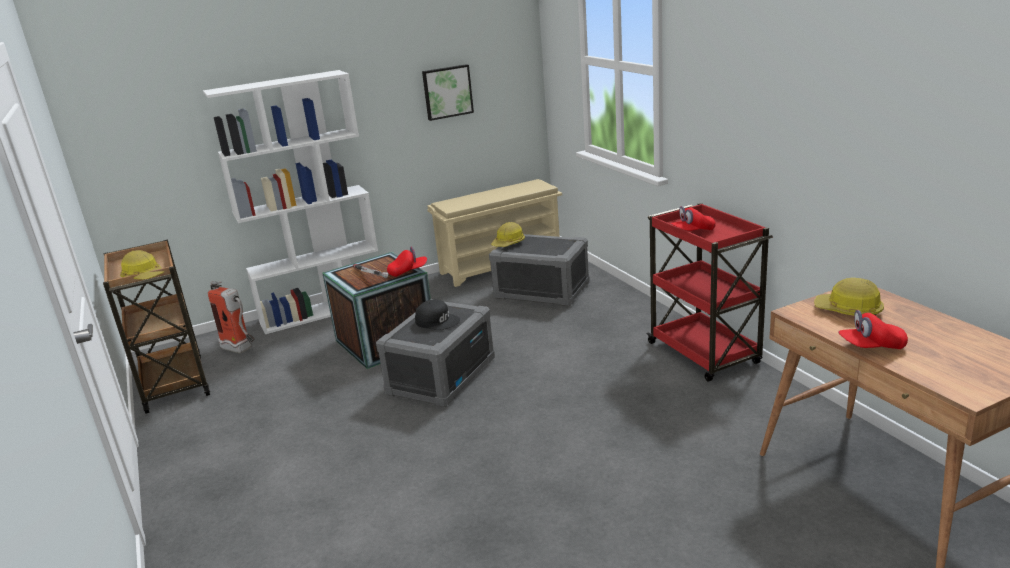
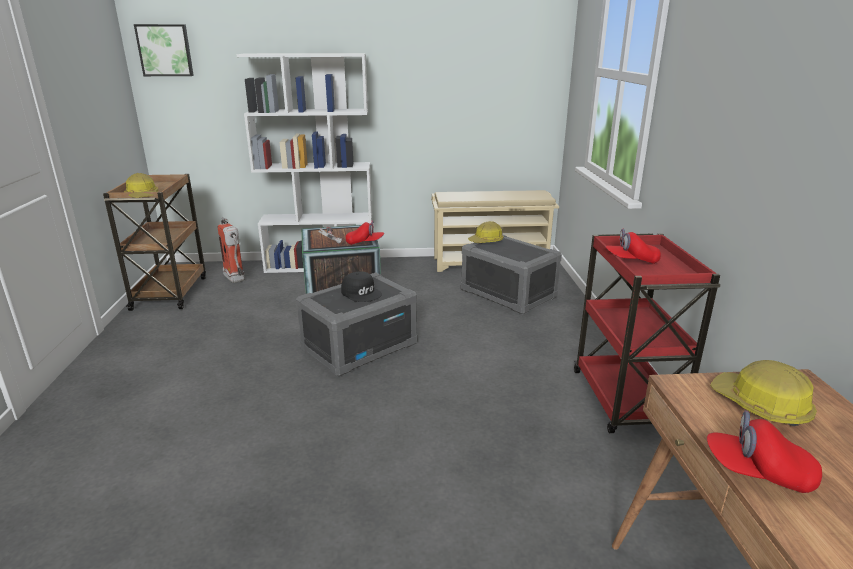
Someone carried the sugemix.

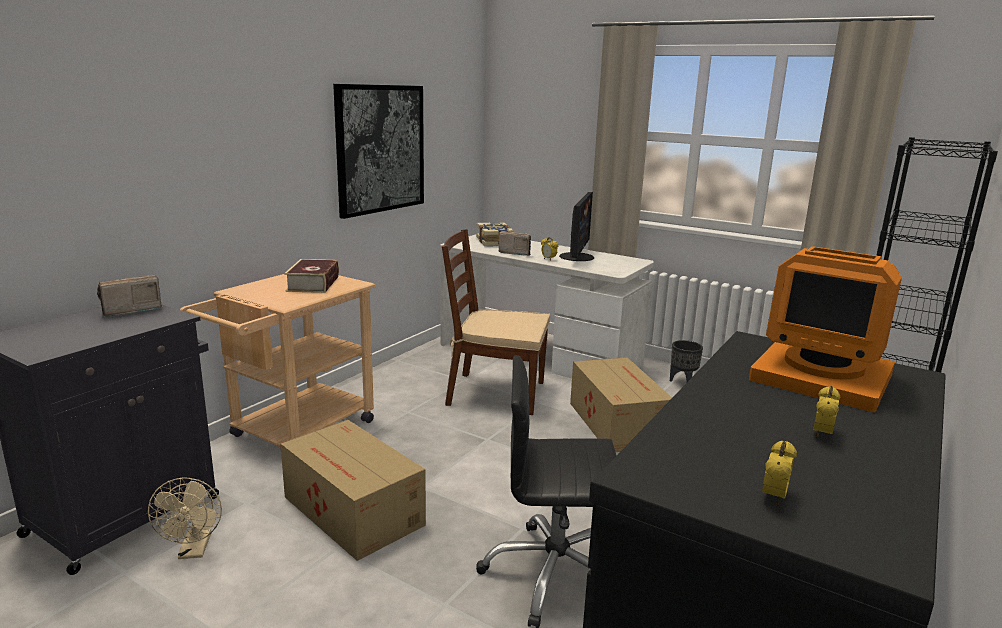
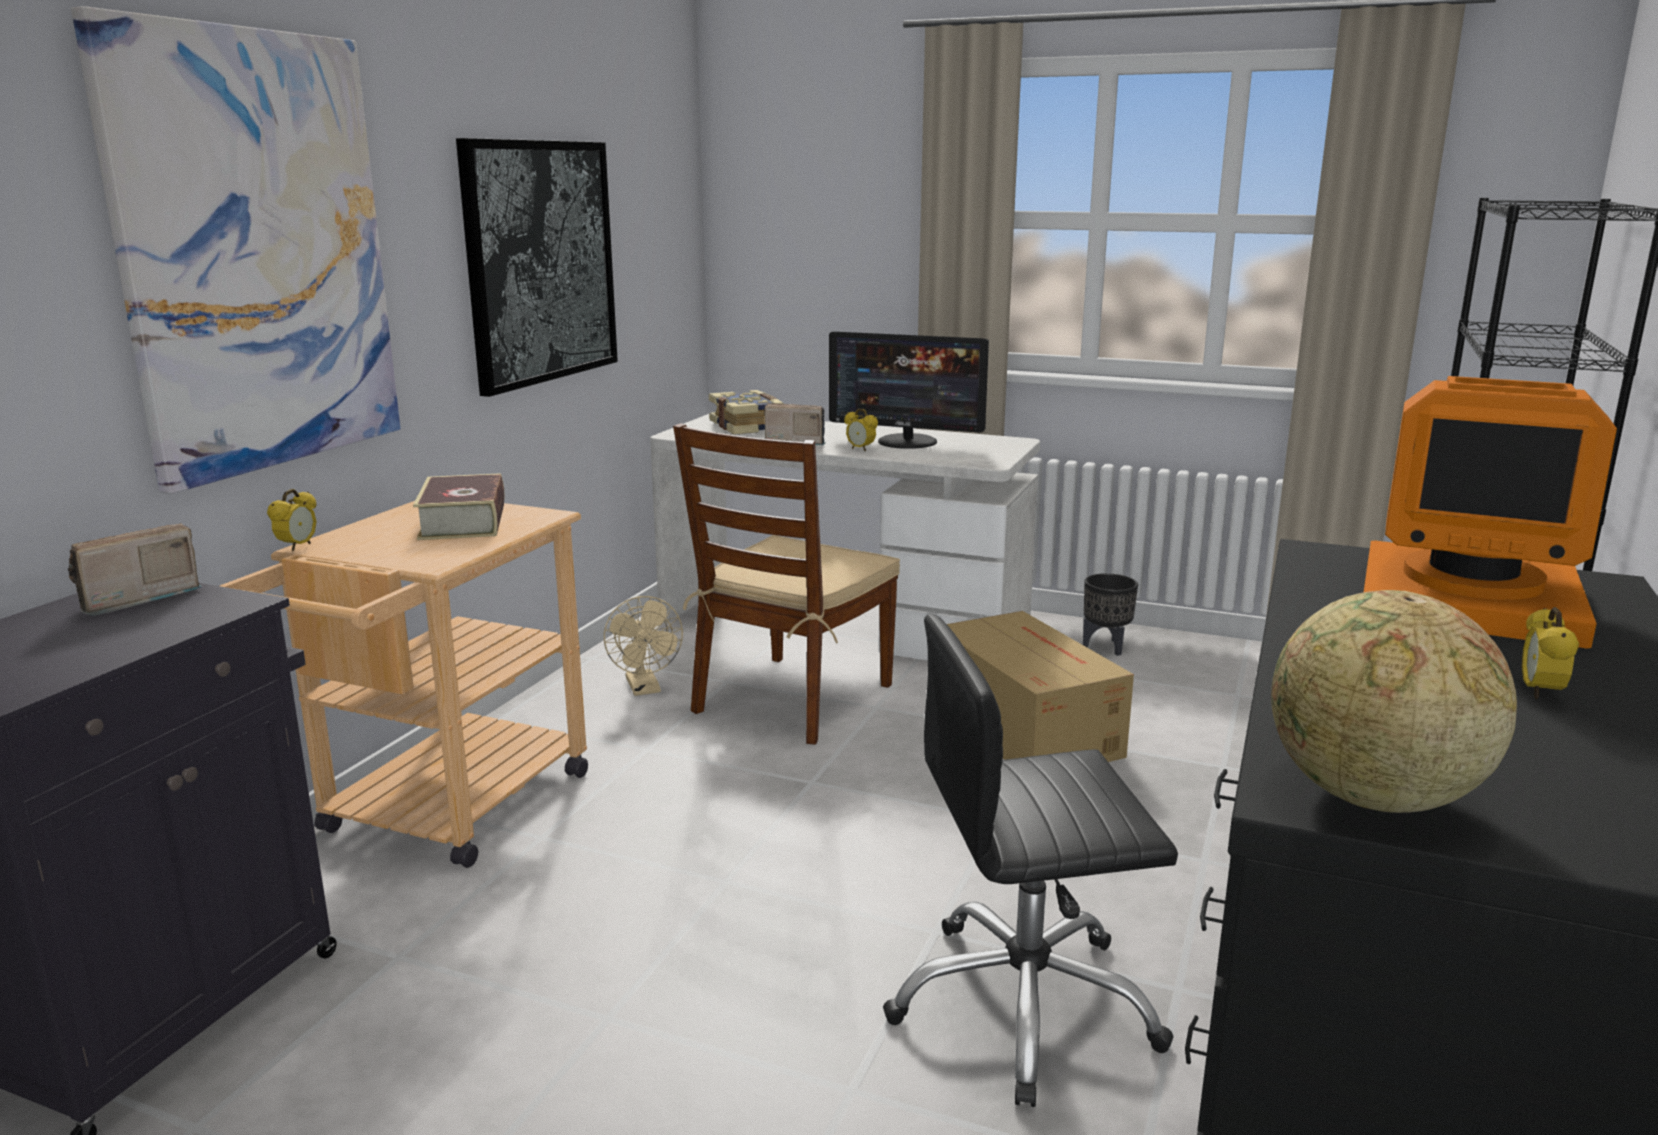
Someone rotated the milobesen (no. 1 from left) by 105 degrees clockwise. Someone rotated the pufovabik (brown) by 60 degrees counterclockwise. Someone took away the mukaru (no. 1 from left). Someone carried the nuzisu (no. 2 from left in the first image). Someone carried the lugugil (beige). Someone put up the sugemix (no. 1 from left). Someone put down the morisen.

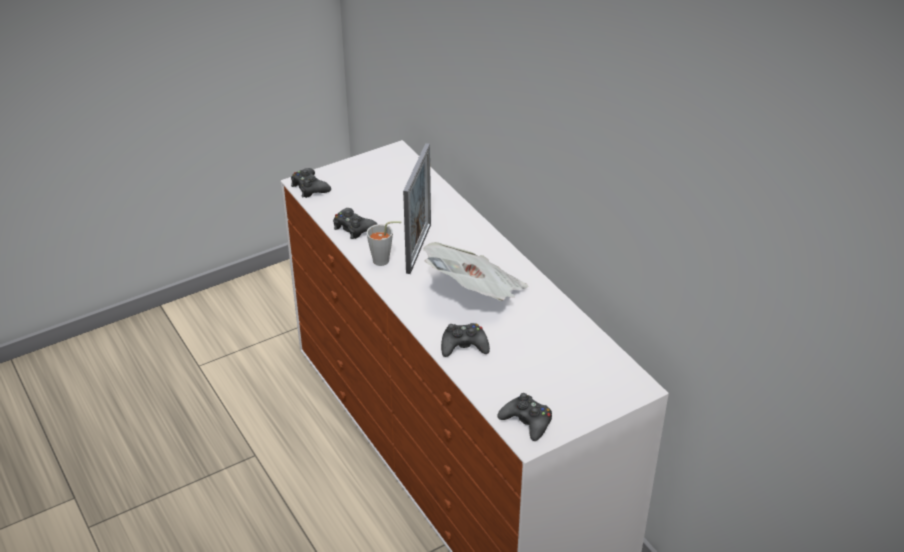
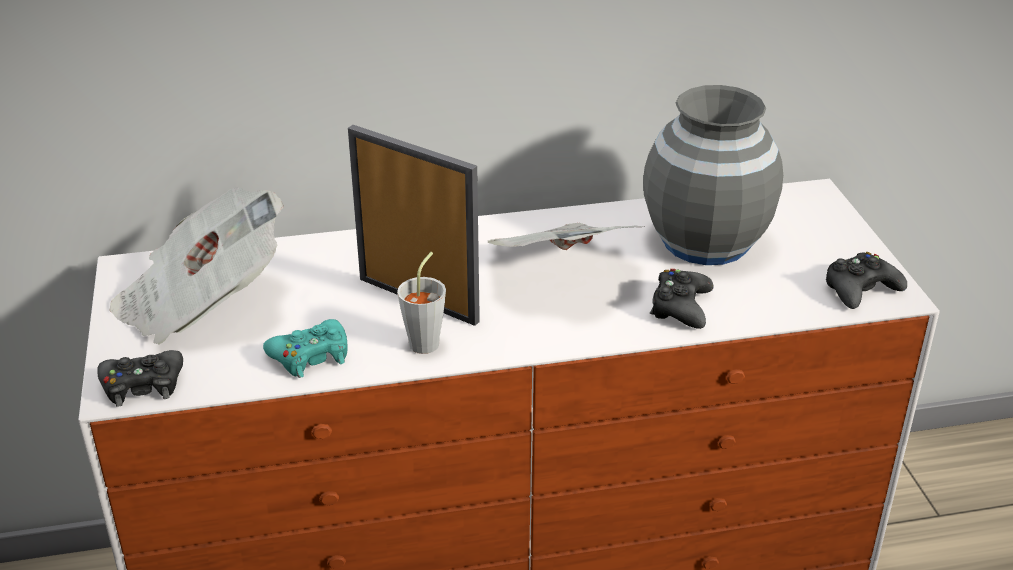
Someone repainted the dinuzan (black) (no. 2 from left), which became the dinuzan (turquoise). Someone put down the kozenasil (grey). Someone put down the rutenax (no. 1 from left).

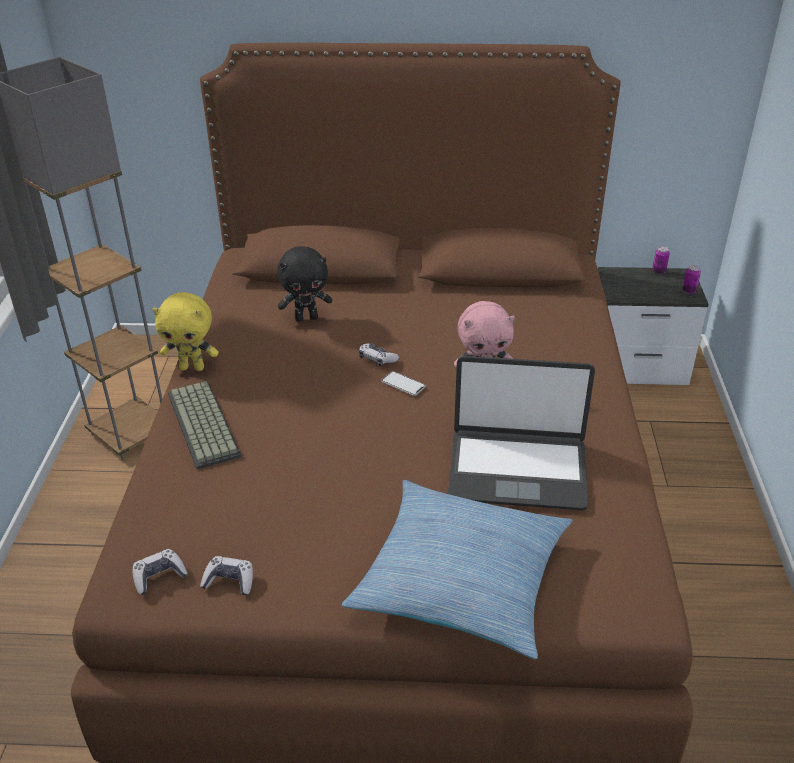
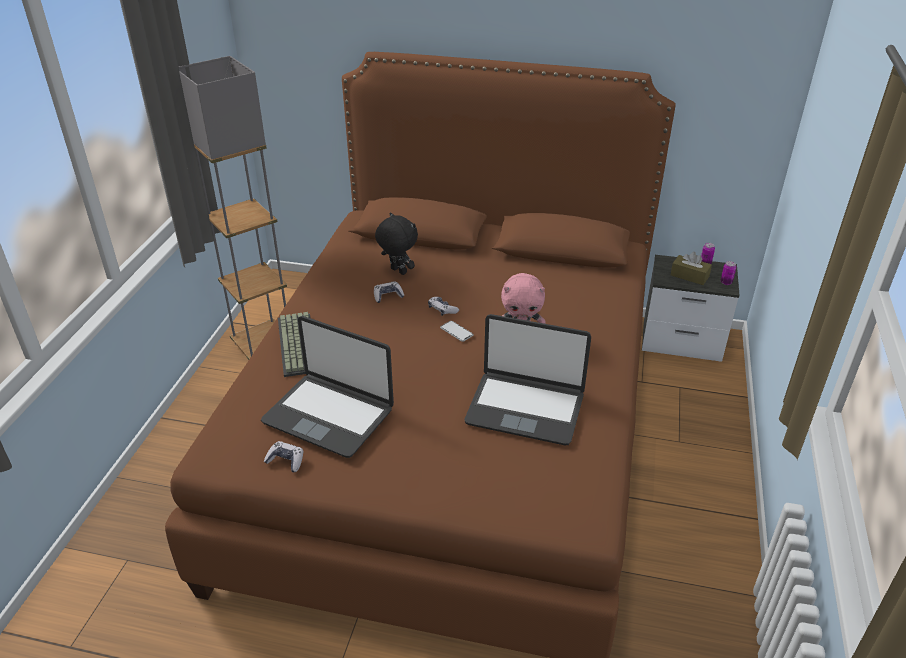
Someone rotated the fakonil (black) by 135 degrees counterclockwise. Someone took away the fakonil (yellow). Someone took away the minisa. Someone carried the dinuzan (no. 1 from left in the first image). Someone put down the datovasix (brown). Someone put down the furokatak (no. 1 from left).

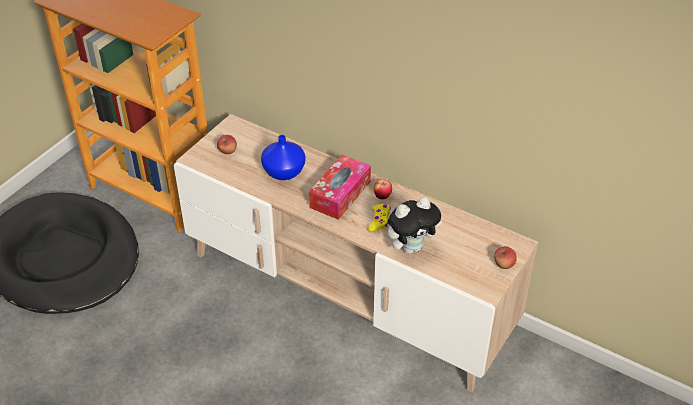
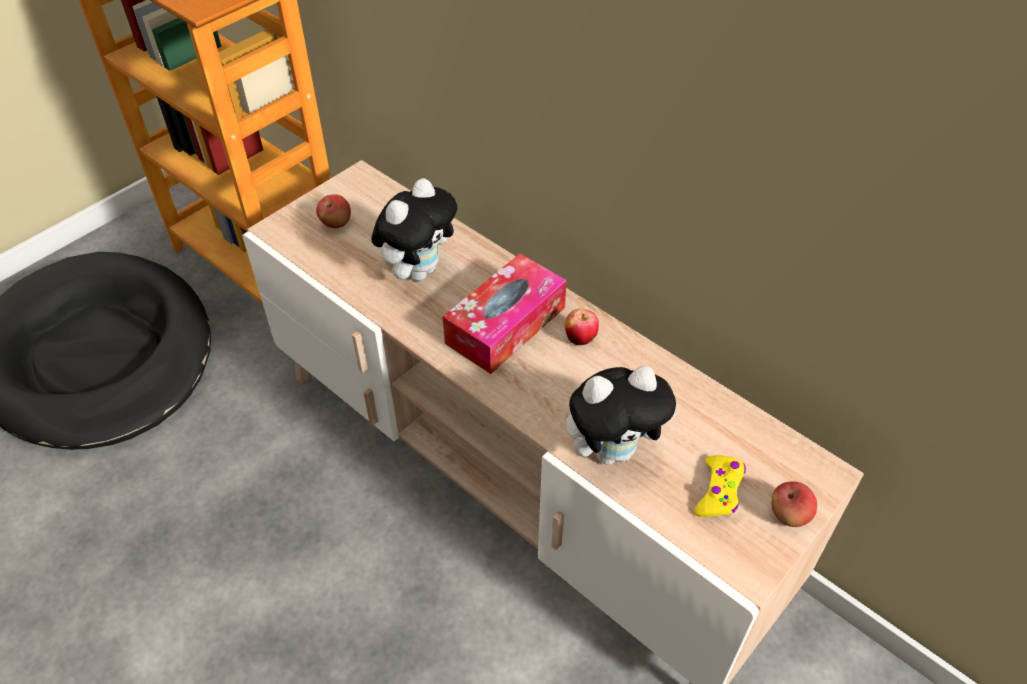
Someone swapped the kozenasil (blue) for the fakonil (no. 1 from left). Someone carried the dinuzan (yellow).

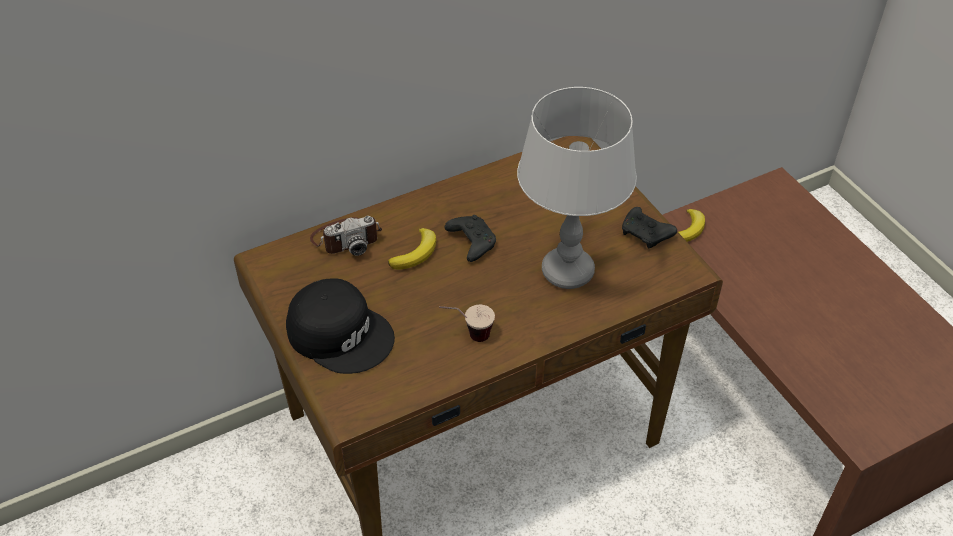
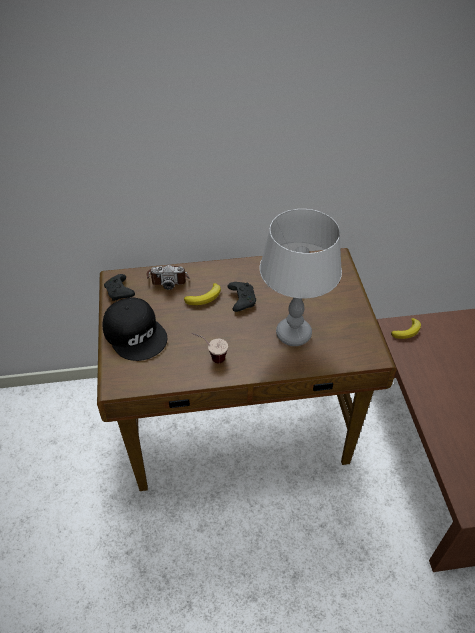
Someone carried the dinuzan (black) (no. 2 from left in the first image).

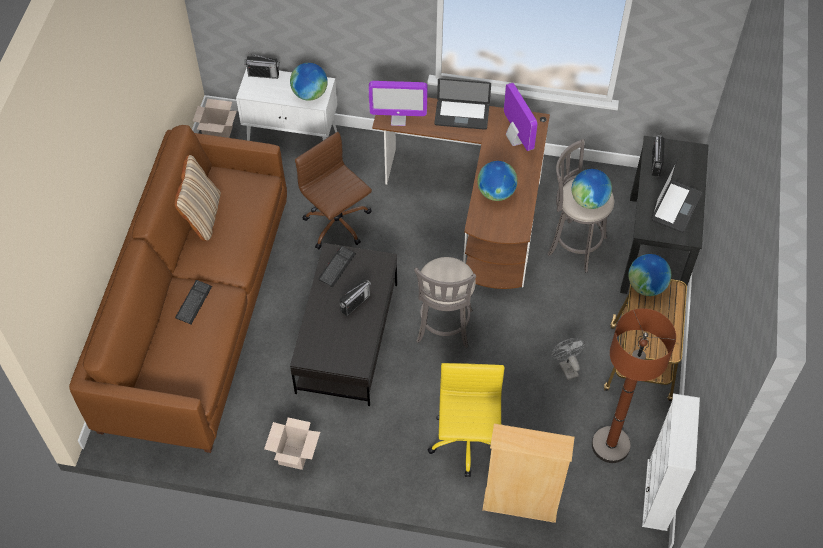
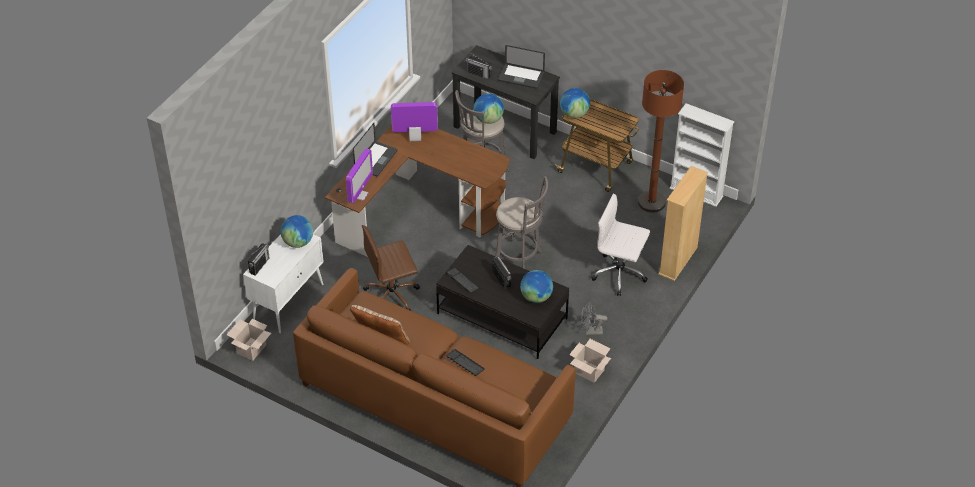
Someone rotated the furokatak (no. 2 from left) by 150 degrees clockwise. Someone carried the morisen (no. 2 from left in the first image). Someone carried the lugugil (grey). Someone repainted the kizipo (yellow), which became the kizipo (white).

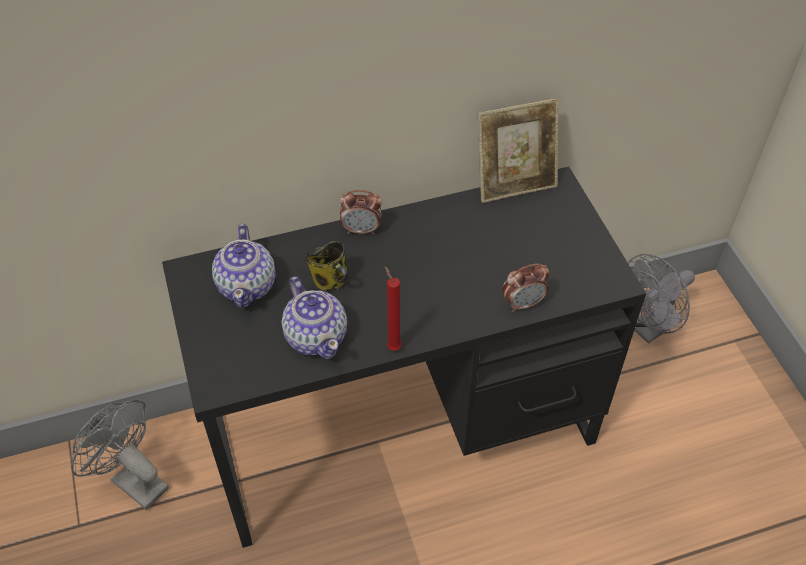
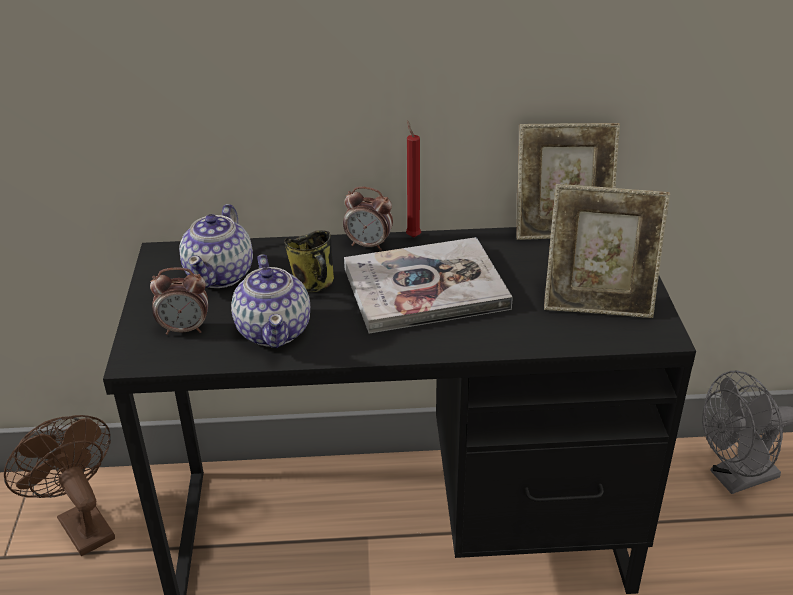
Someone carried the nuzisu (no. 2 from left in the first image). Someone carried the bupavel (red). Someone repainted the lugugil (grey) (no. 1 from left), which became the lugugil (brown). Someone put down the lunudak (no. 2 from left). Someone put down the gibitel.

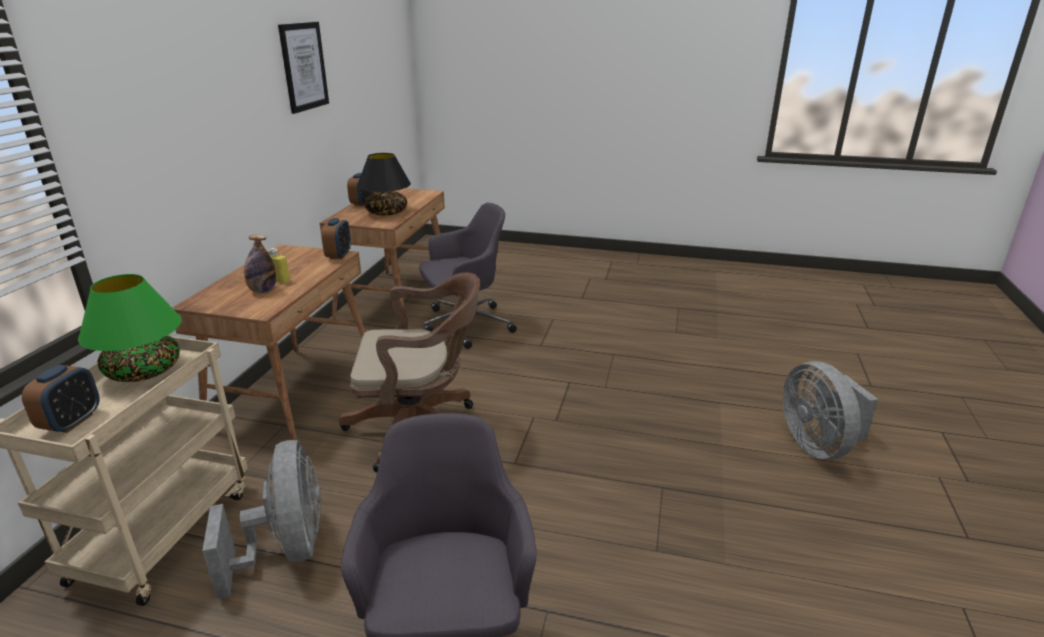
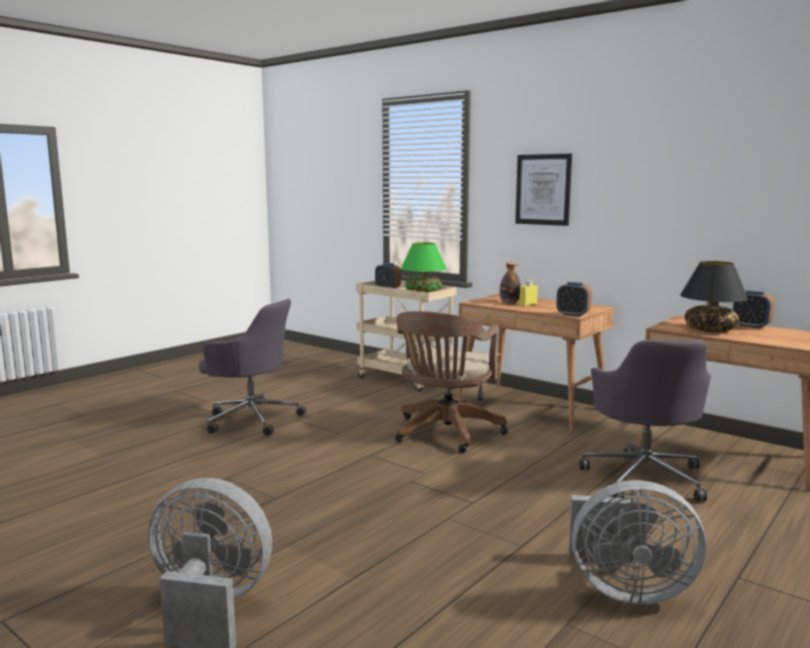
Someone carried the sugemix. Someone carried the lugugil (grey) (no. 1 from left in the first image).

